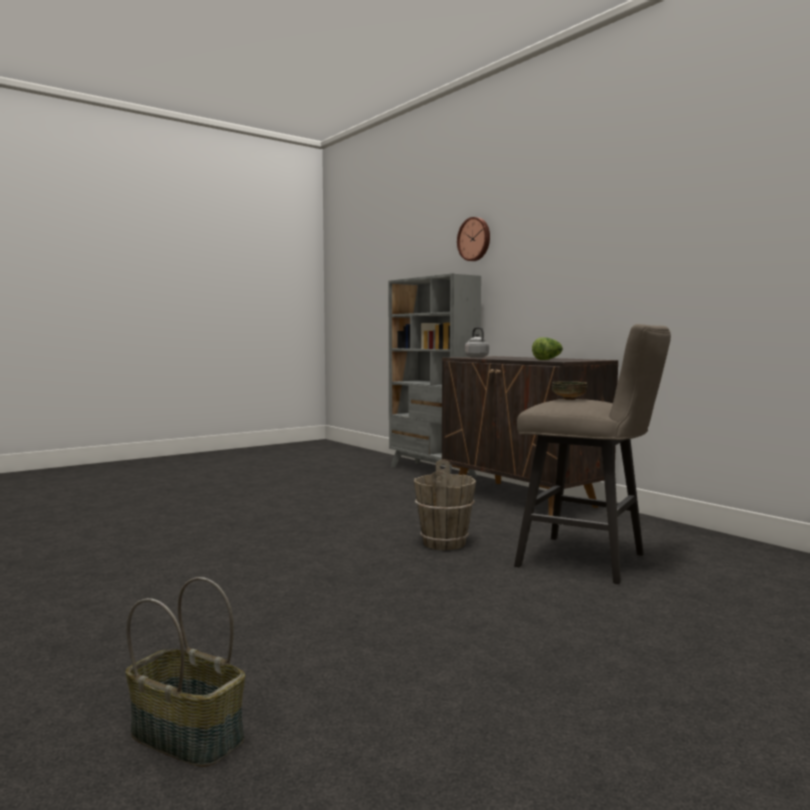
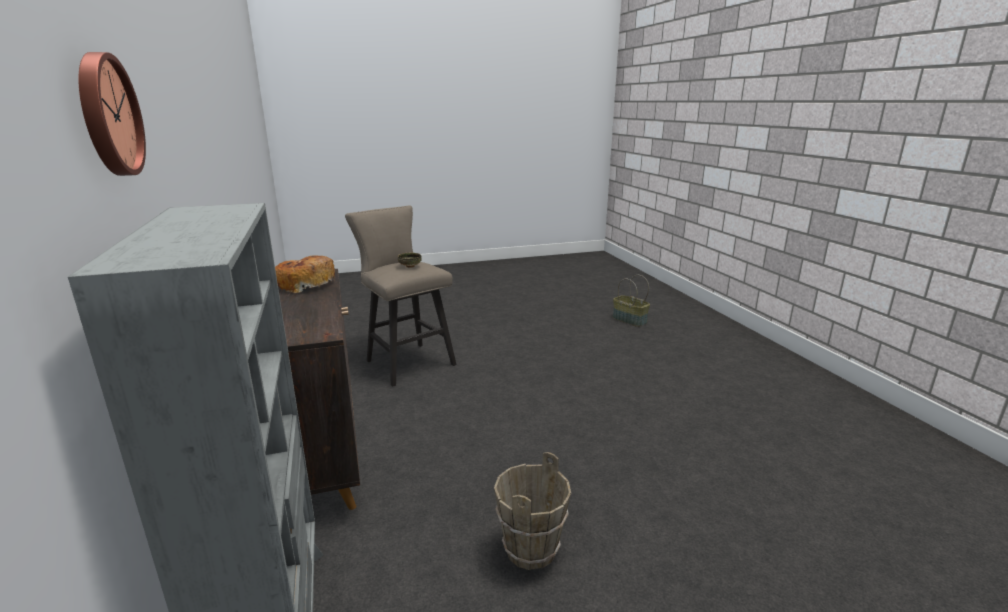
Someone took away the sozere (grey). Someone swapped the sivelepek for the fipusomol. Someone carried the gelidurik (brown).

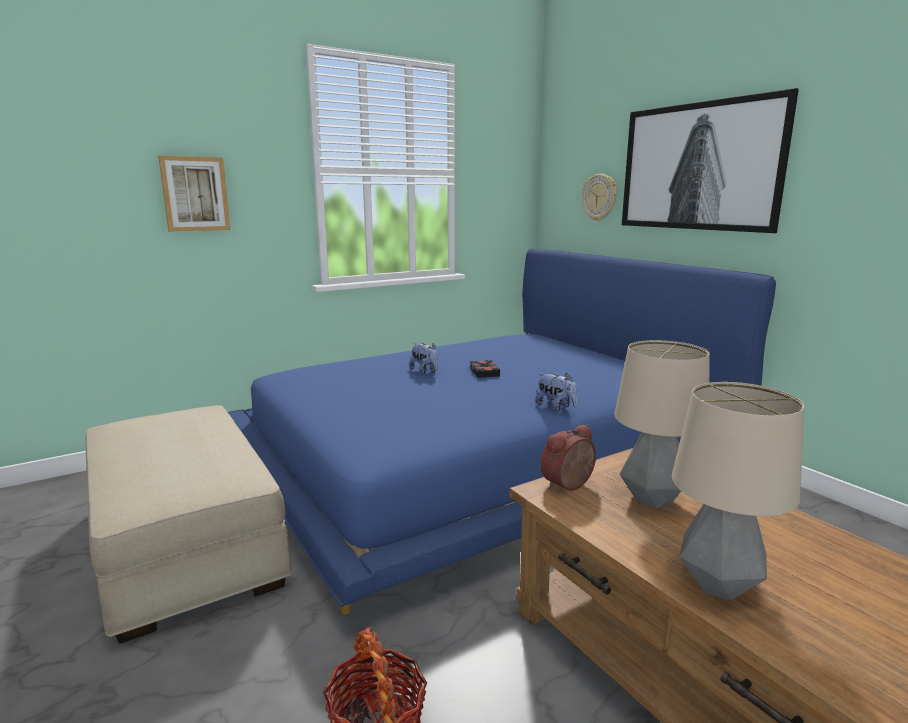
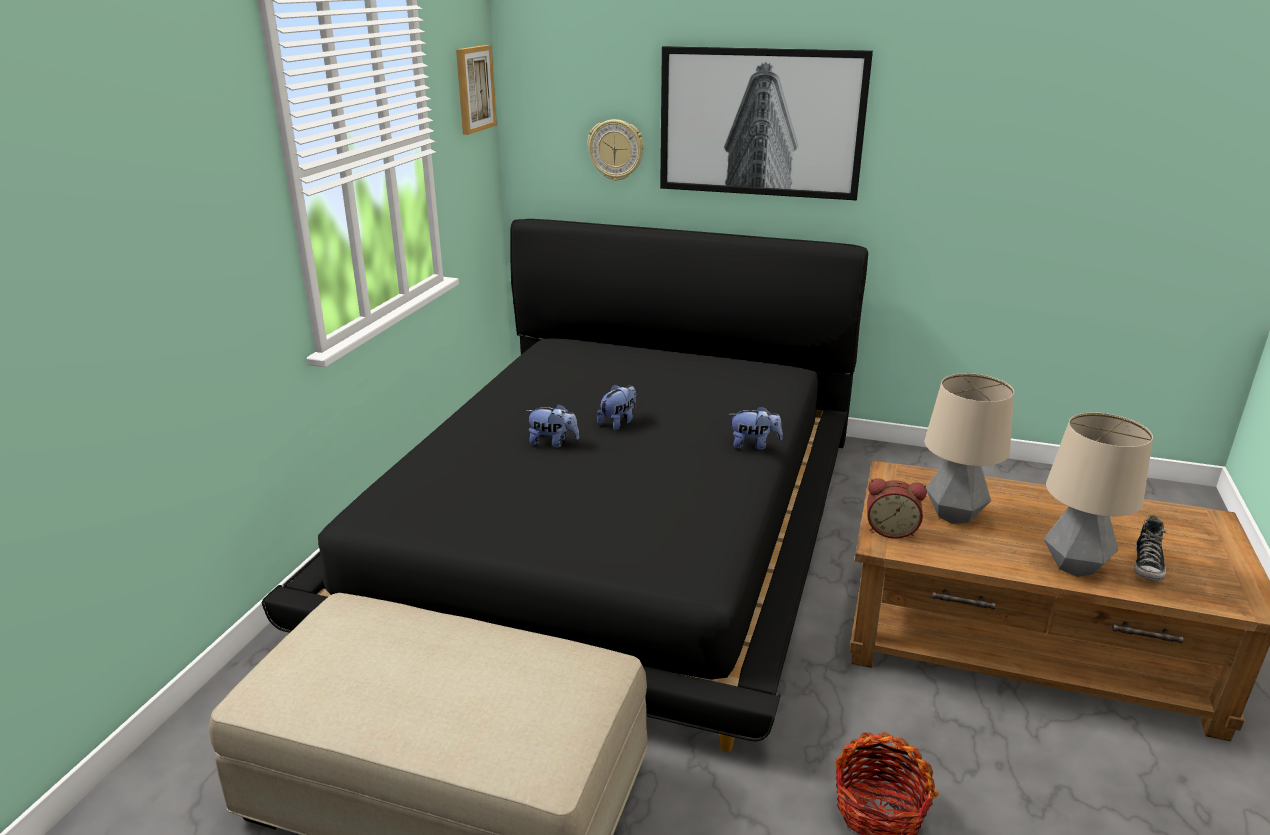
Someone carried the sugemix (no. 1 from left). Someone repainted the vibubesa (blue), which became the vibubesa (black). Someone swapped the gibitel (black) for the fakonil (no. 2 from left). Someone rotated the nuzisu by 90 degrees counterclockwise. Someone put down the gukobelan.

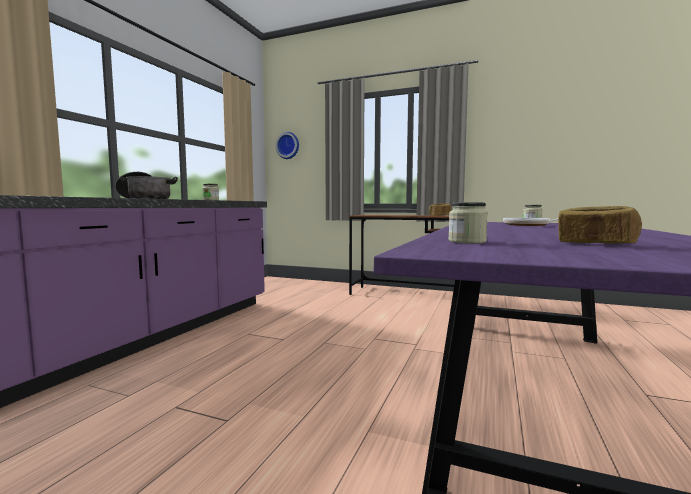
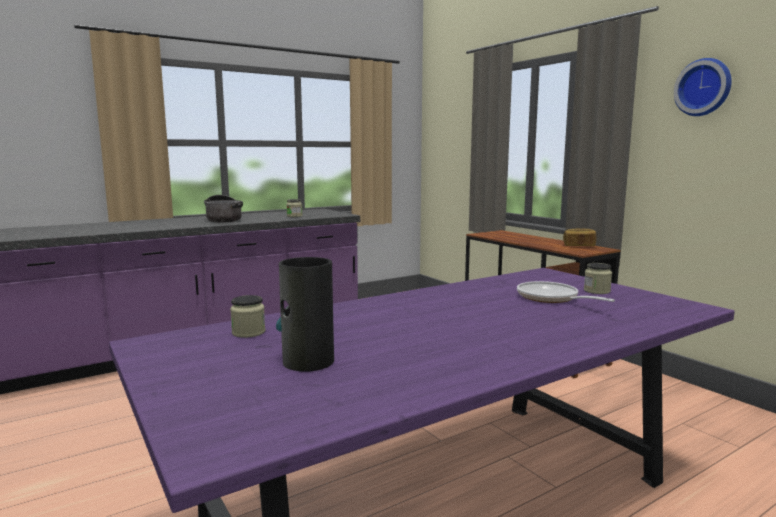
Someone carried the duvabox. Someone swapped the fipusomol (no. 2 from left) for the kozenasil.

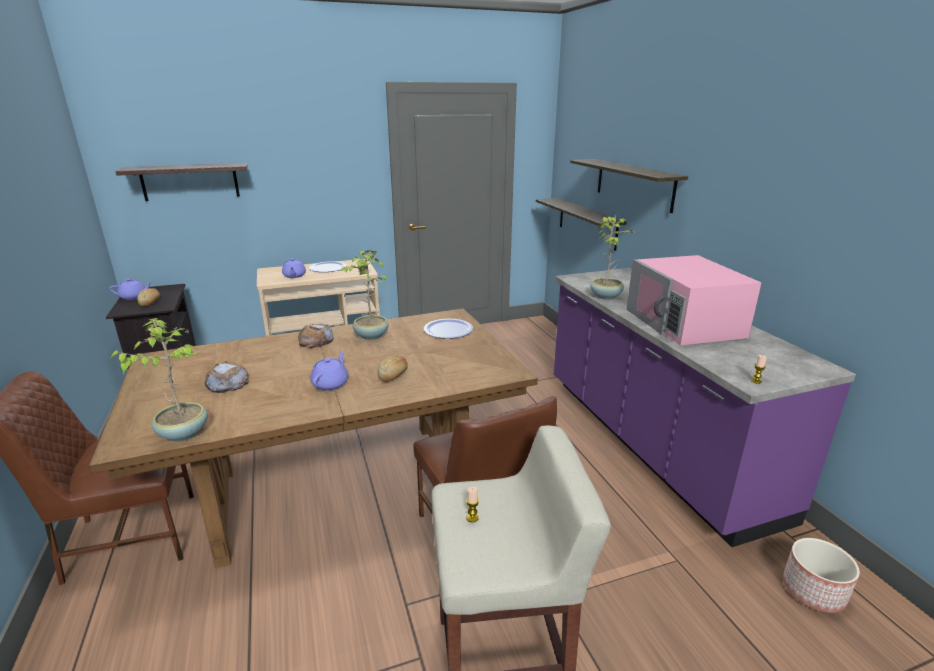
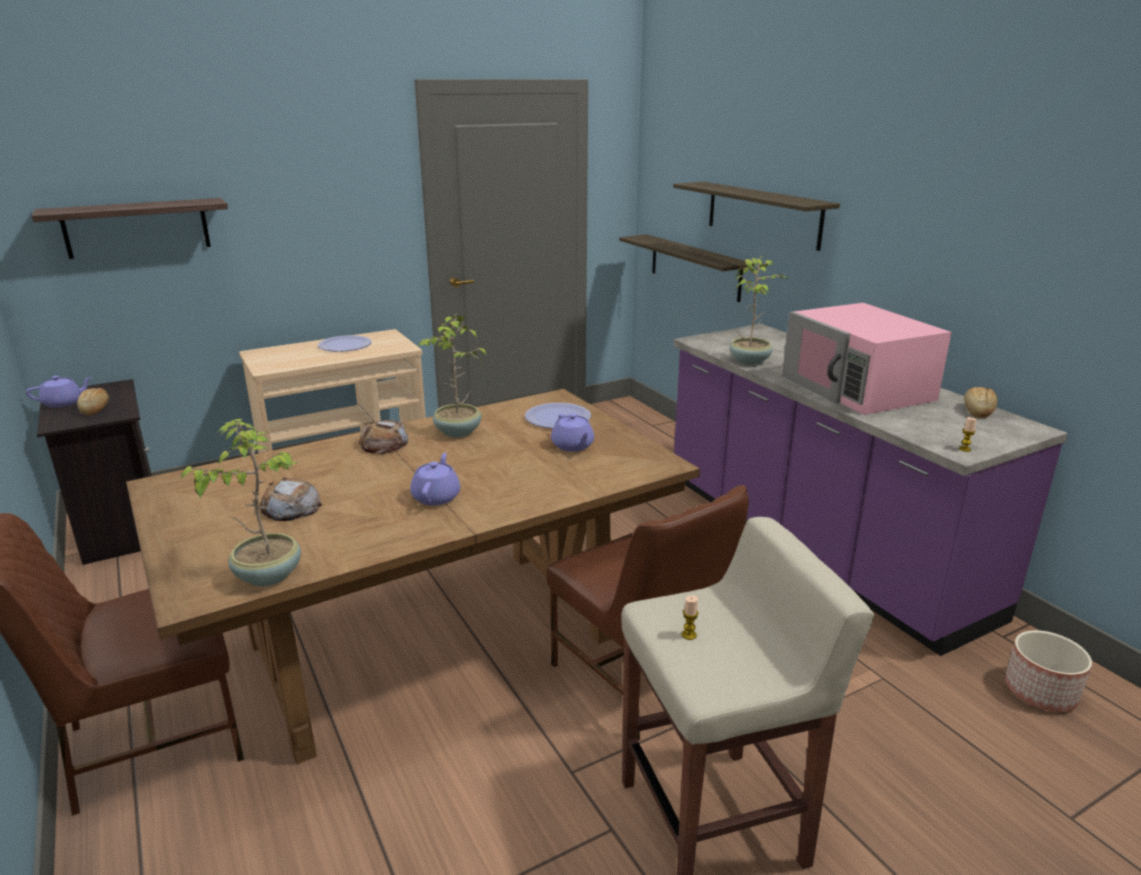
Someone carried the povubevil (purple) (no. 2 from left in the first image). Someone carried the fipusomol (no. 4 from left).

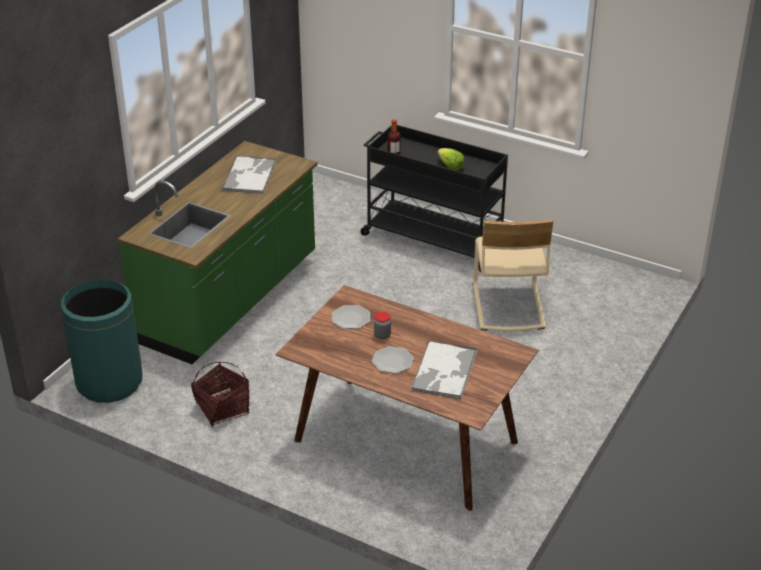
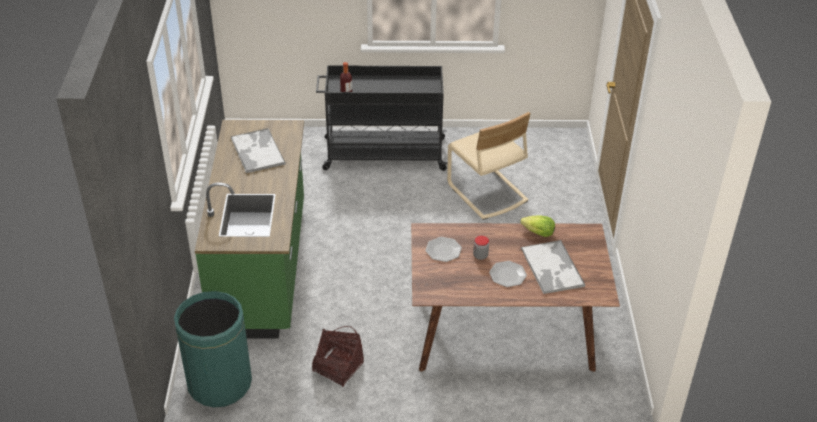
Someone carried the sivelepek.

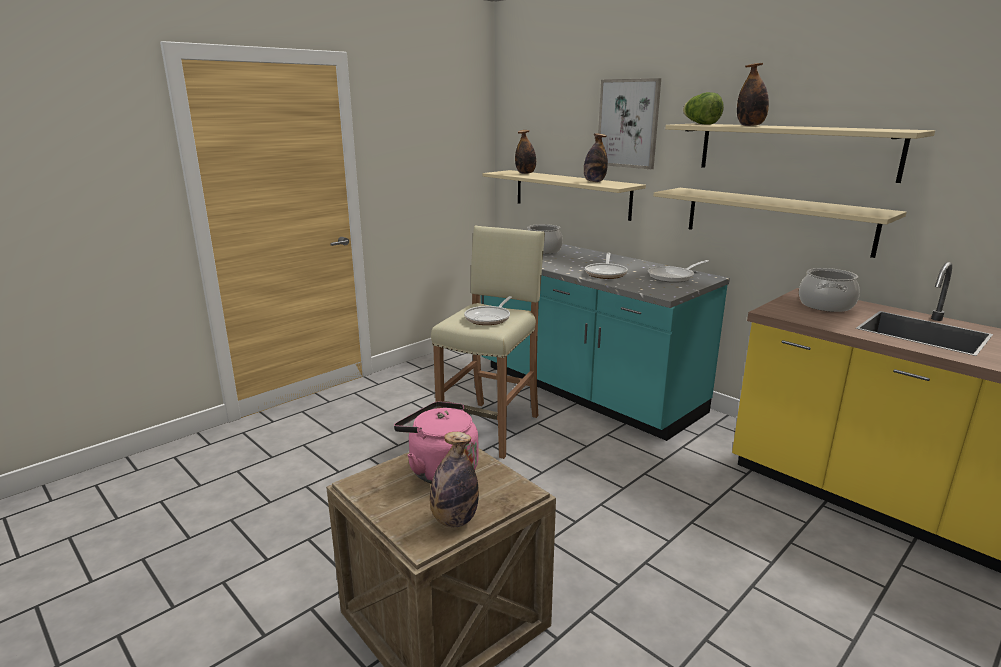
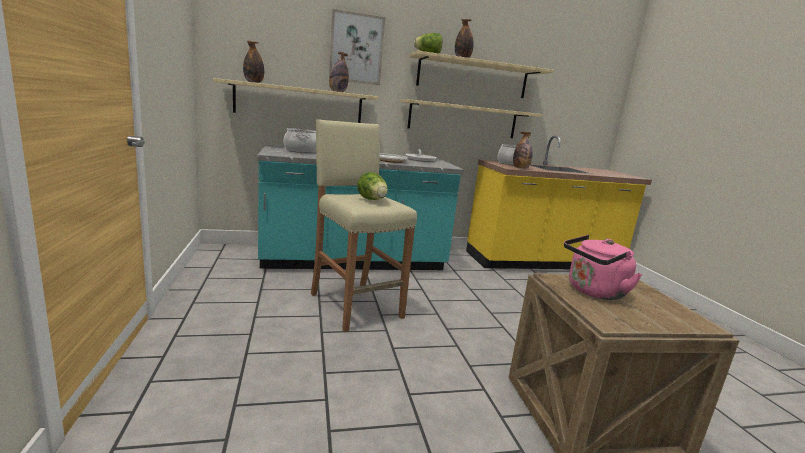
Someone swapped the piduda (no. 1 from left) for the sivelepek (no. 1 from left). Someone carried the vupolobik (no. 1 from left in the first image).

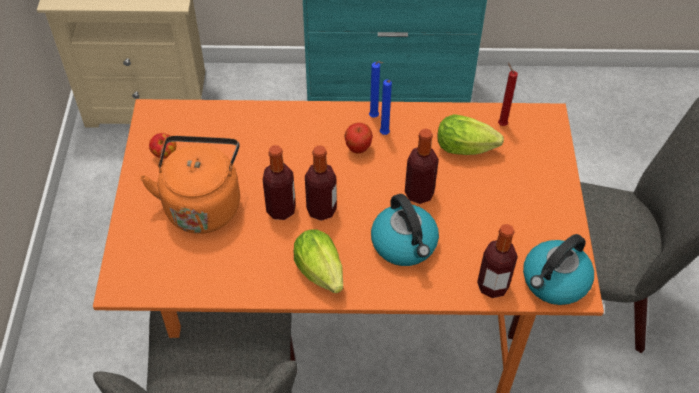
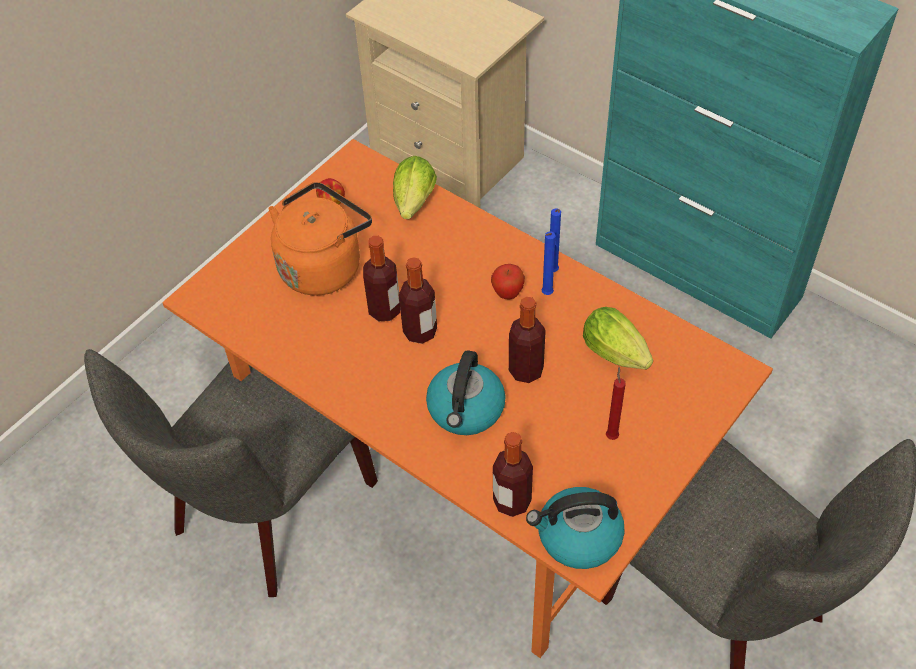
Someone carried the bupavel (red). Someone carried the sivelepek (no. 1 from left).

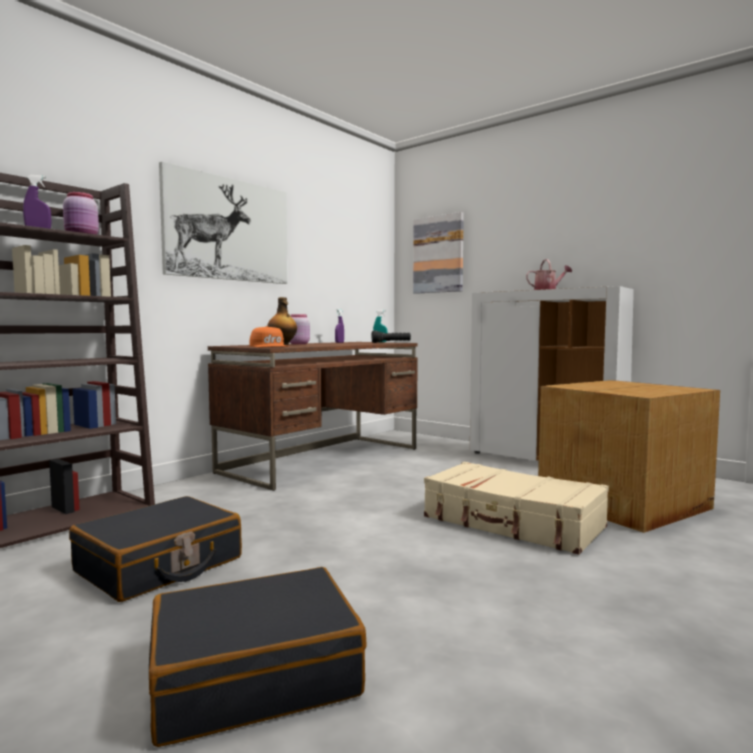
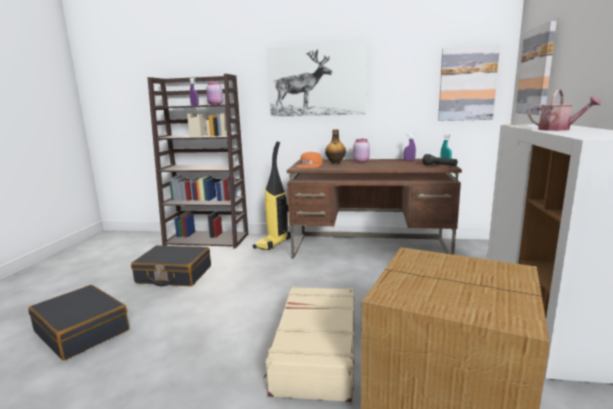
Someone put up the sugemix (no. 2 from left). Someone put down the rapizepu.

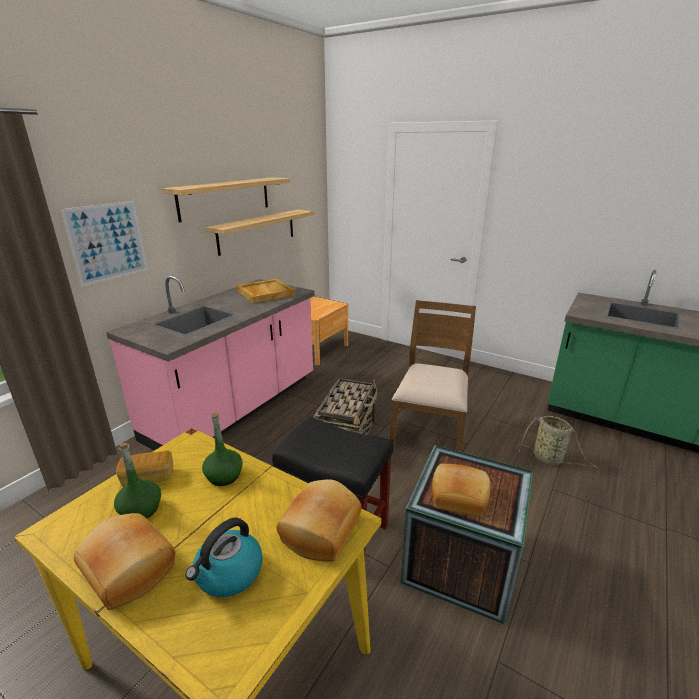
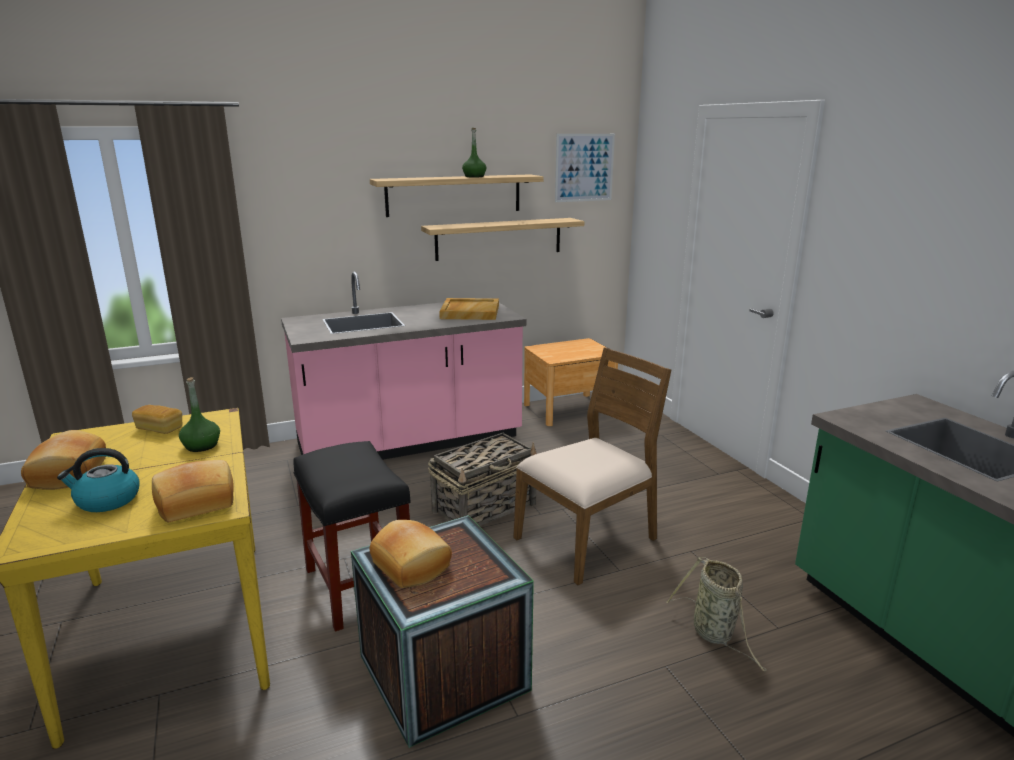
Someone carried the sugemix. Someone carried the vupolobik (green) (no. 1 from left in the first image).

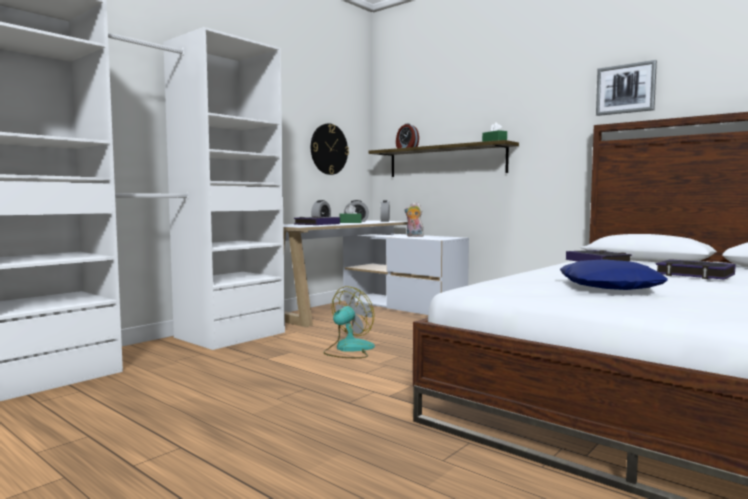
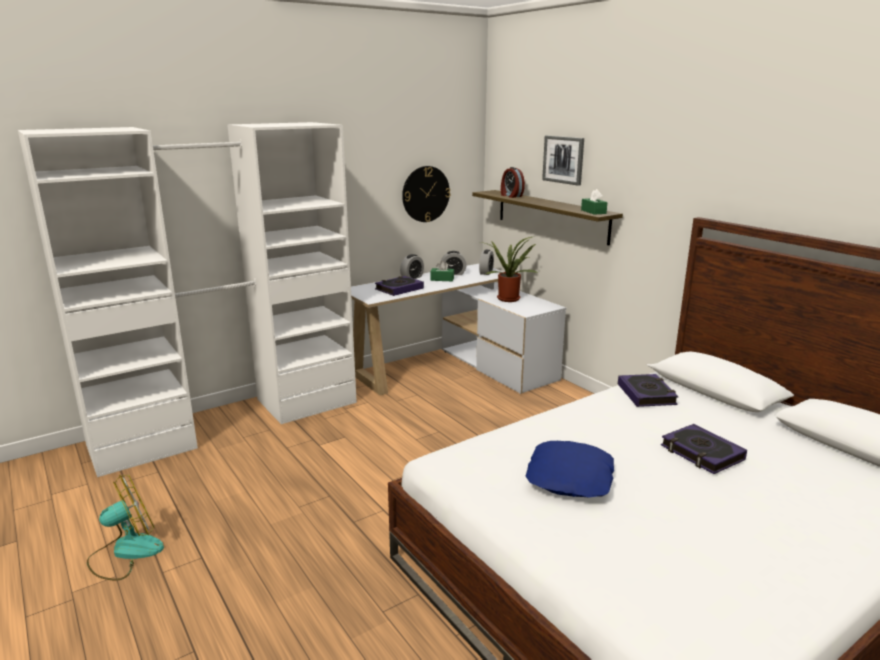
Someone carried the sugemix. Someone swapped the fakonil for the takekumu. Someone carried the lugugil.

